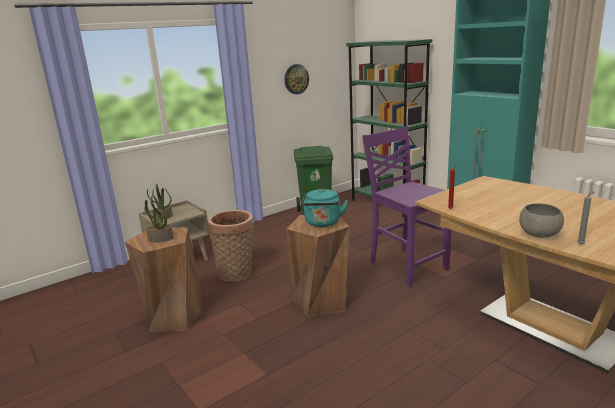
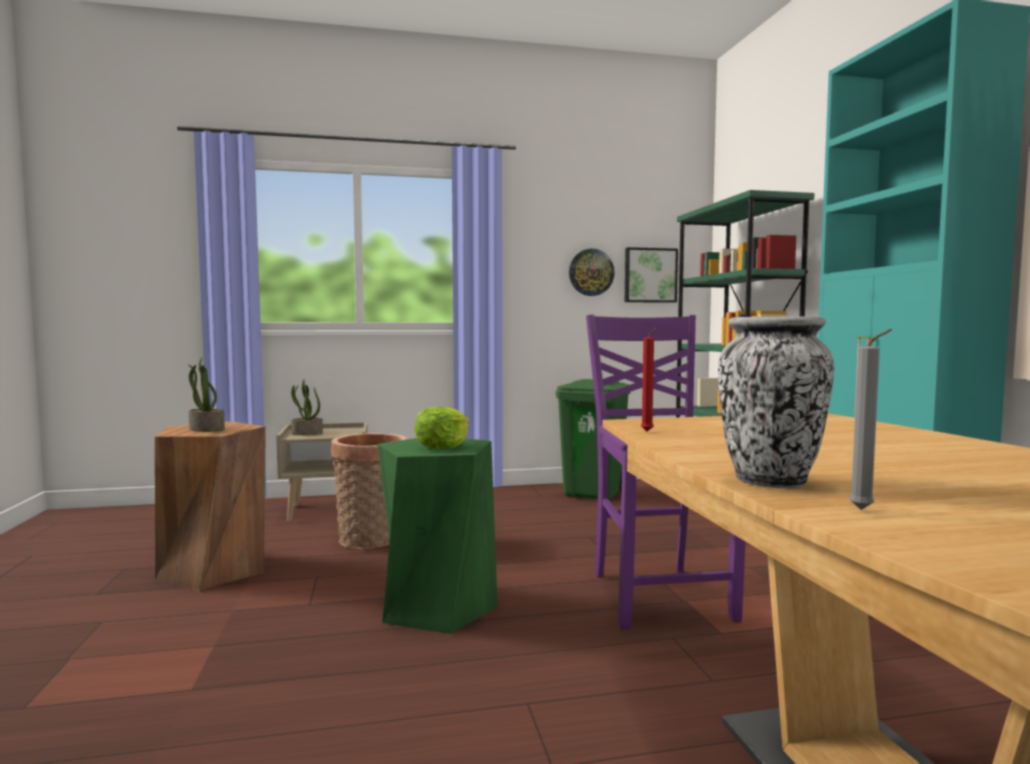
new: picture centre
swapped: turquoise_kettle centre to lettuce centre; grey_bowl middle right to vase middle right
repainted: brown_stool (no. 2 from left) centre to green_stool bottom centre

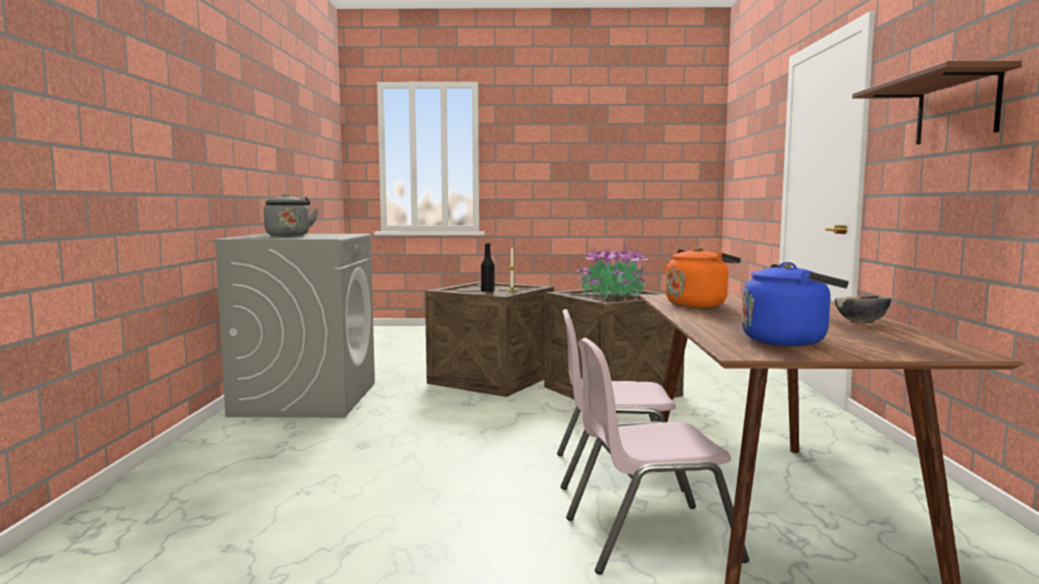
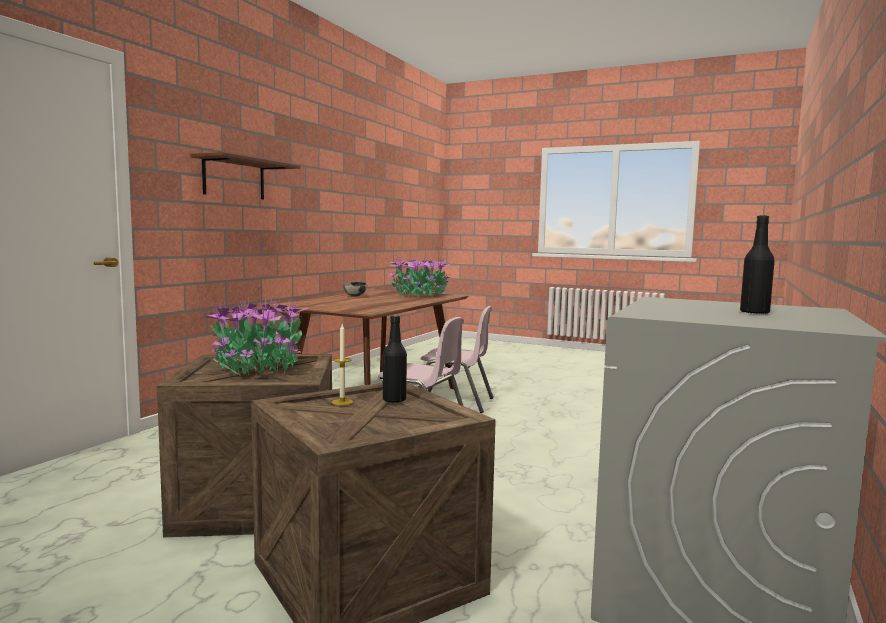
gone: orange_kettle middle right
swapped: blue_kettle middle right to potted_plant (no. 2 from left) centre; grey_kettle middle left to black_bottle (no. 2 from left) middle right

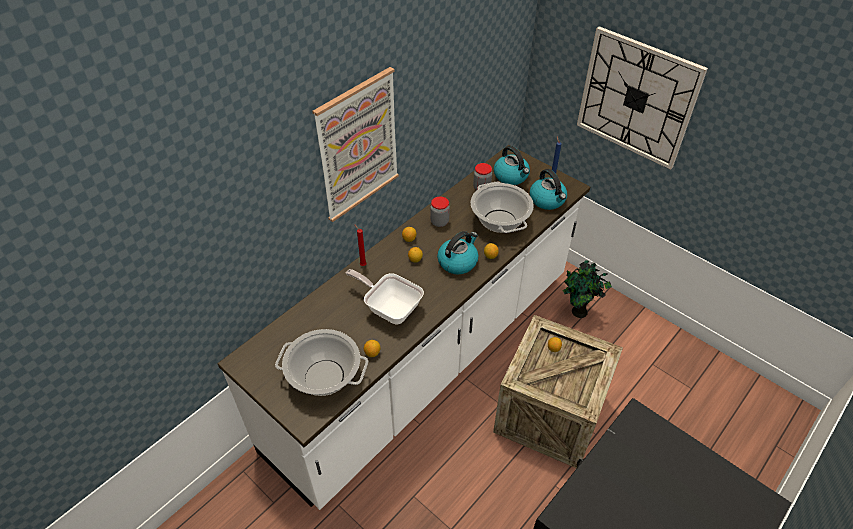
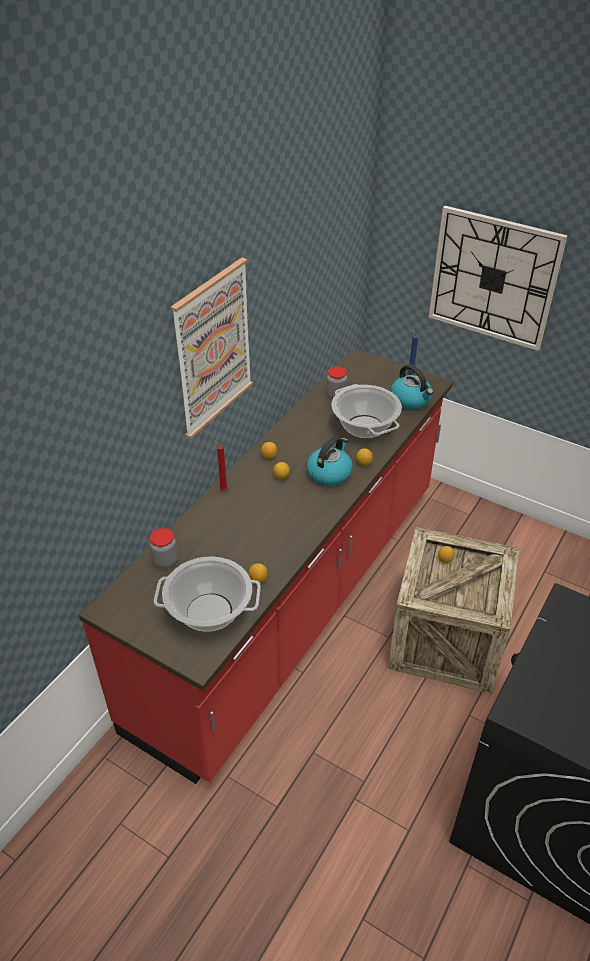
gone: frying_pan centre; kettle (no. 2 from left) top centre; potted_plant middle right
shifted: jar (no. 1 from left) centre to middle left
repainted: white_counter centre to red_counter centre

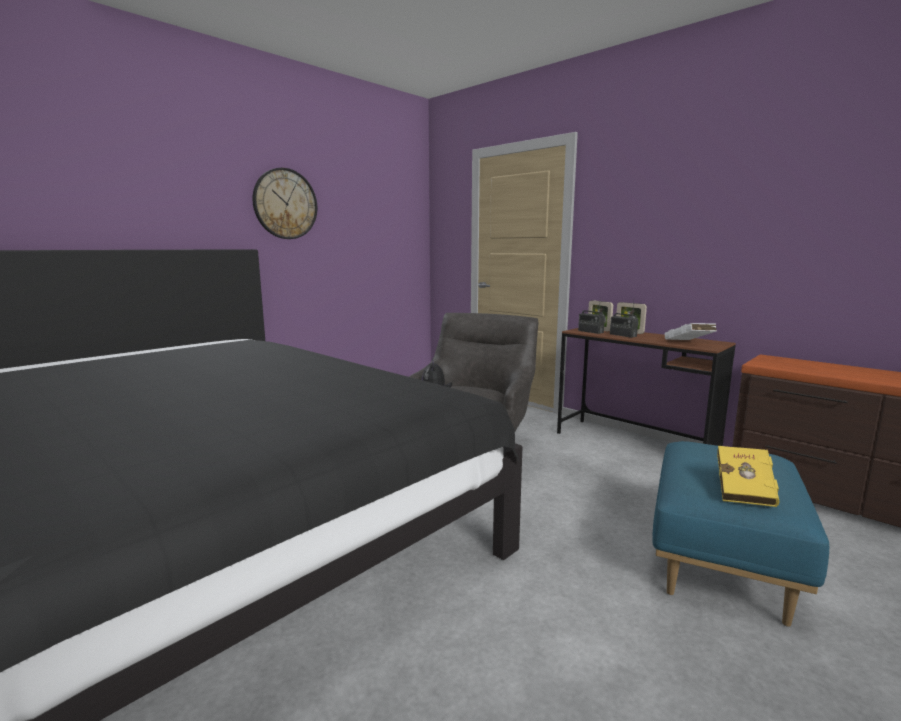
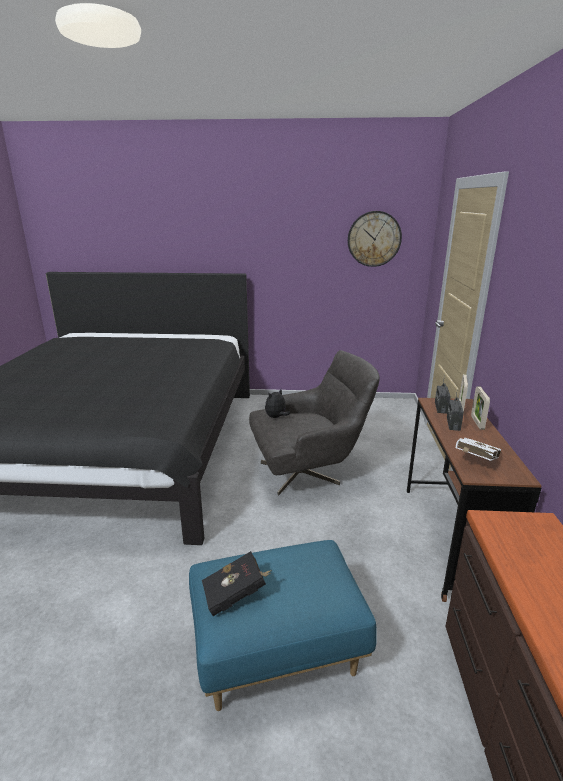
shifted: wall_clock top left to top centre
repainted: yellow_book middle right to black_book bottom centre

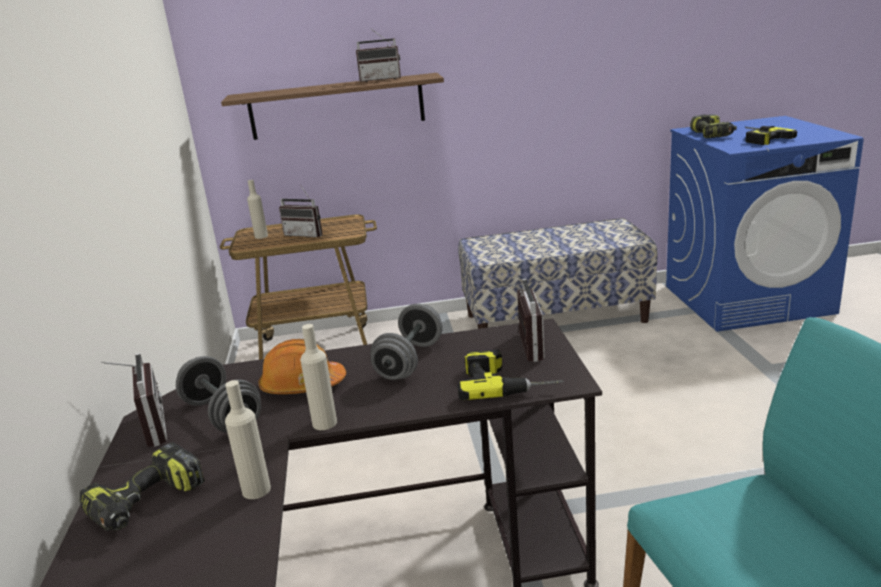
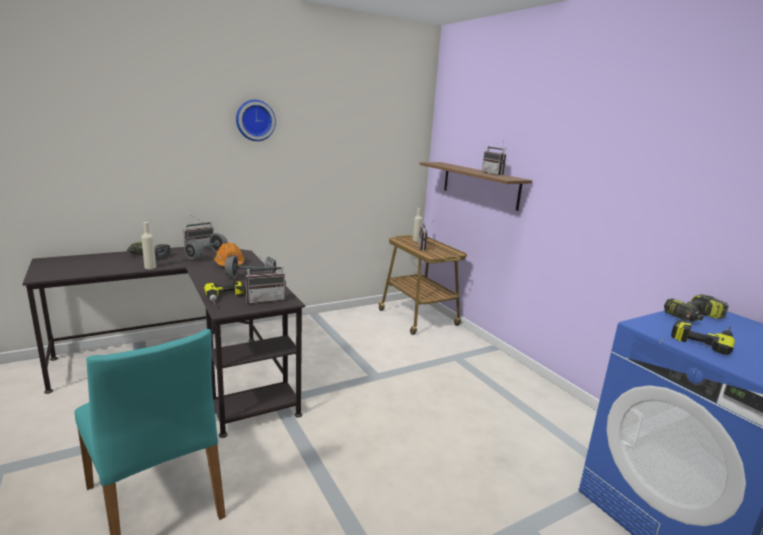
gone: beige_bottle (no. 3 from left) centre; bench centre
new: wall_clock top centre

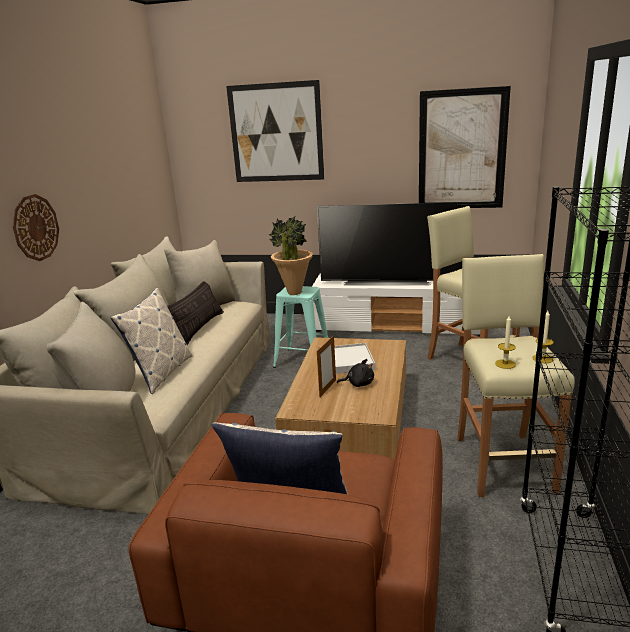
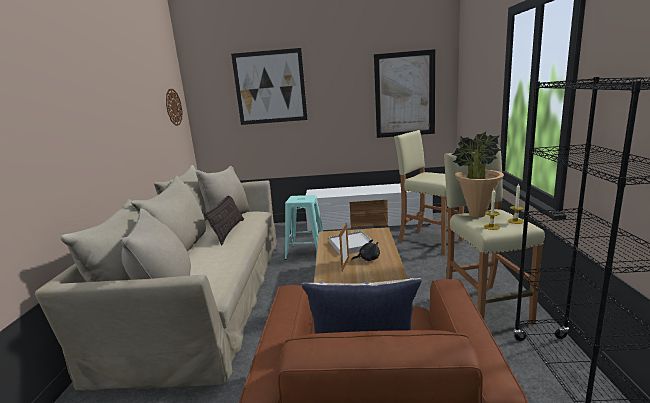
gone: pillow (no. 1 from left) middle left; television centre
shifted: wall_clock middle left to top left; potted_plant centre to middle right

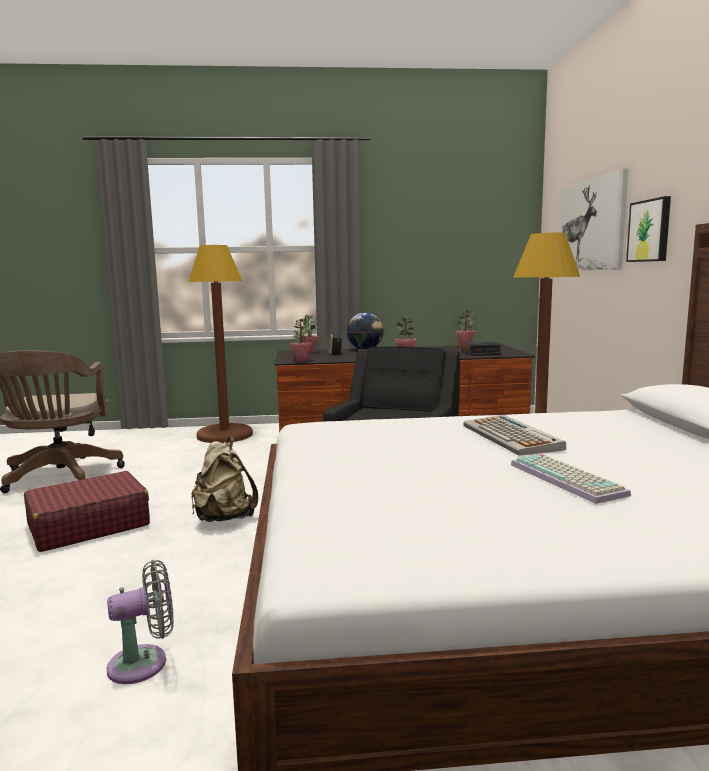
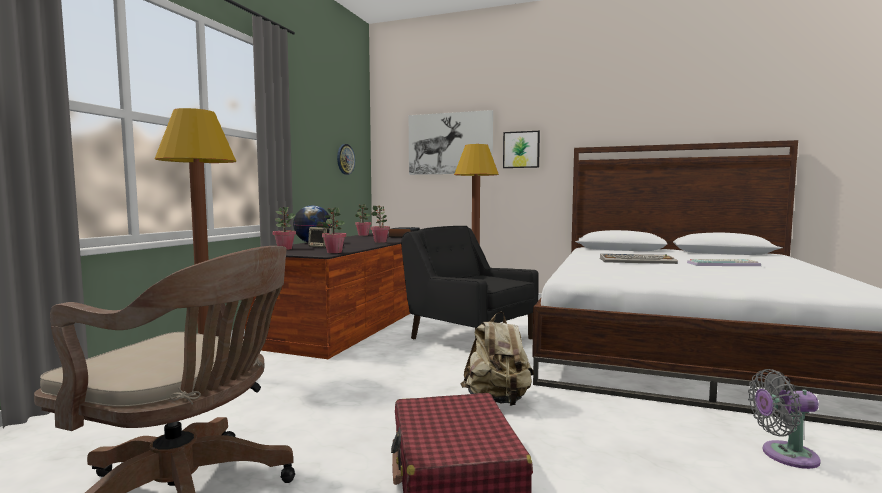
new: wall_clock top centre
rotated: grey_fan bottom left = bottom right 90 degrees counterclockwise

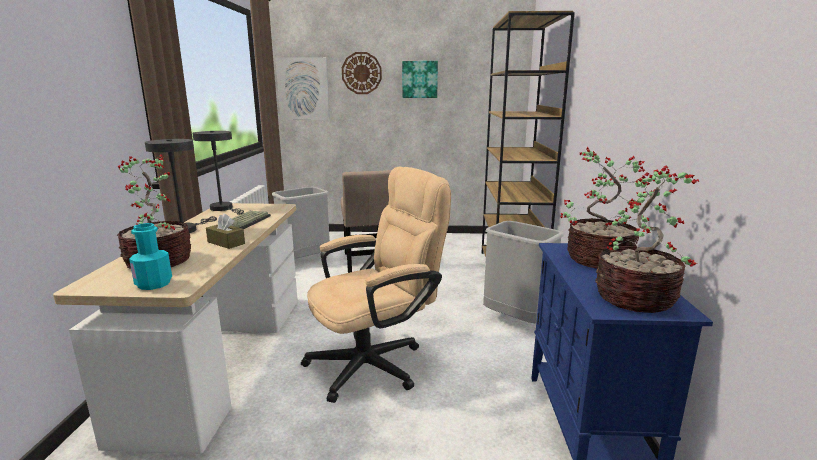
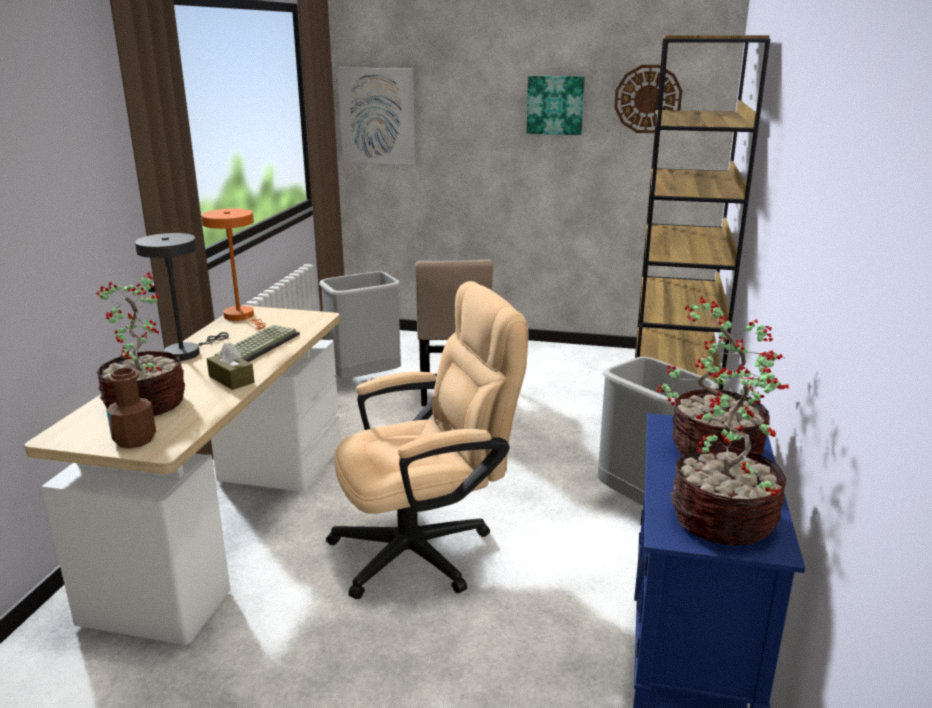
shifted: wall_clock top centre to top right
repainted: turquoise_bottle middle left to brown_bottle middle left; grey_table_lamp (no. 2 from left) middle left to orange_table_lamp middle left

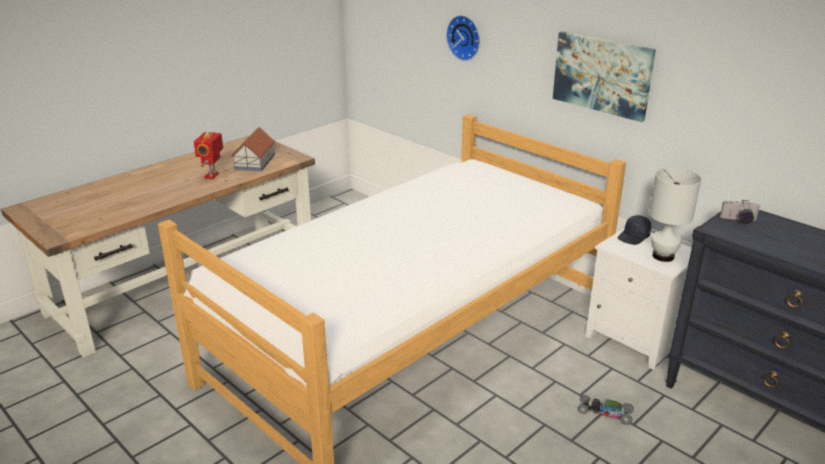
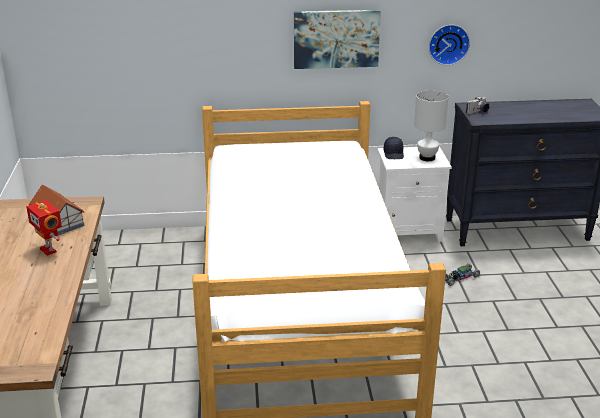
shifted: wall_clock top centre to top right

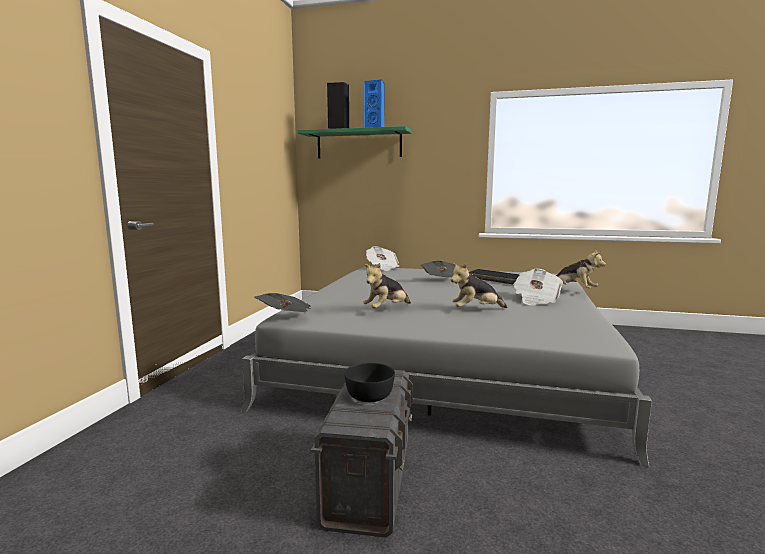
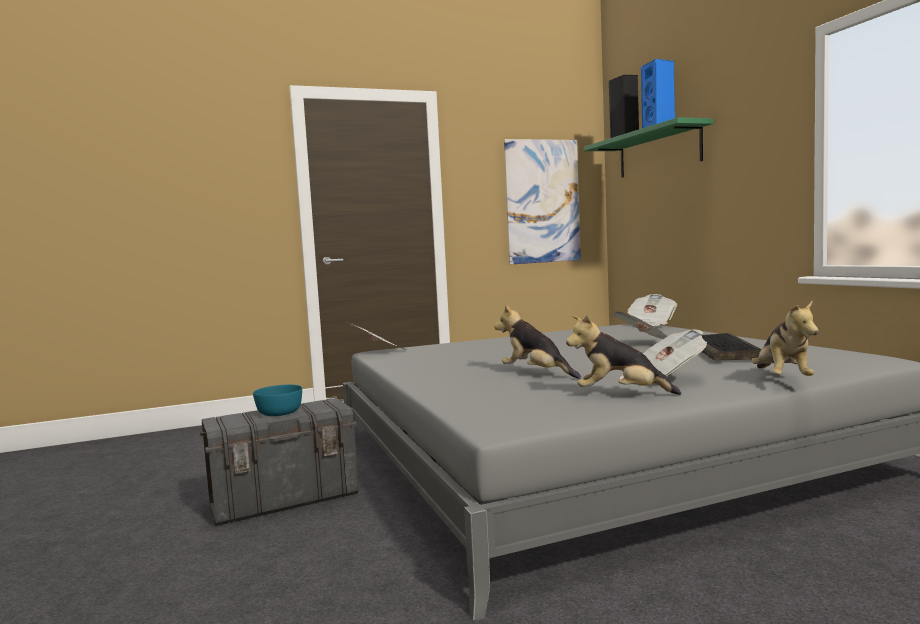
new: picture top centre
shifted: plush_toy (no. 1 from left in the first image) centre to plush_toy (no. 2 from left) middle right
repainted: black_bowl bottom centre to turquoise_bowl middle left

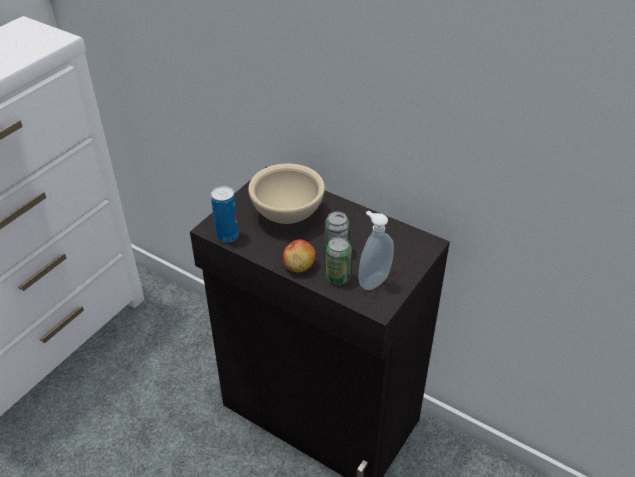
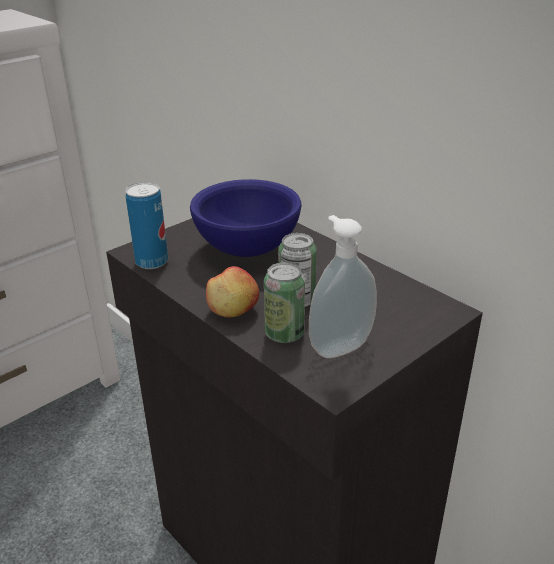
repainted: beige_bowl centre to blue_bowl centre

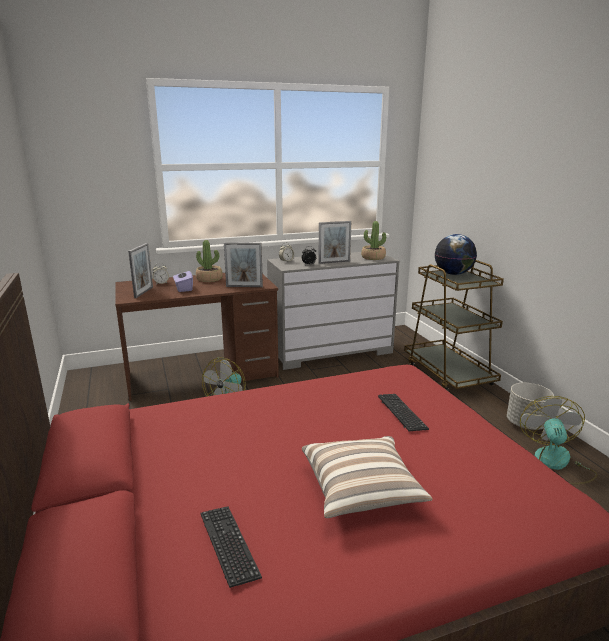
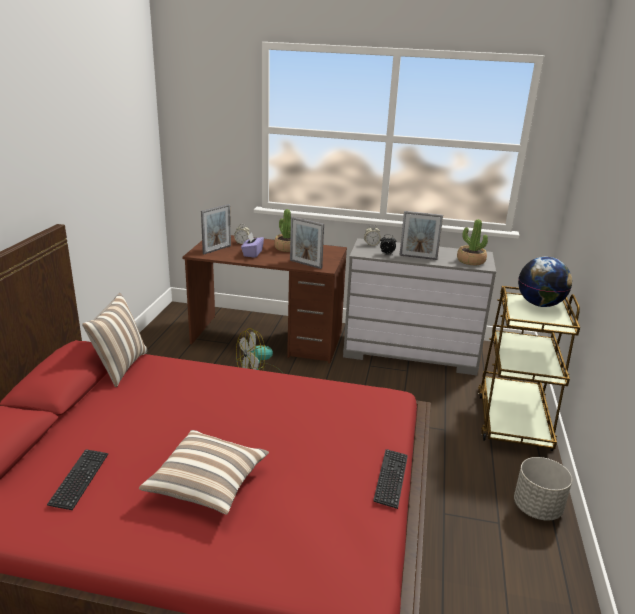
gone: fan (no. 2 from left) bottom right
new: pillow (no. 1 from left) middle left
shifted: keyboard (no. 2 from left) centre to bottom centre

